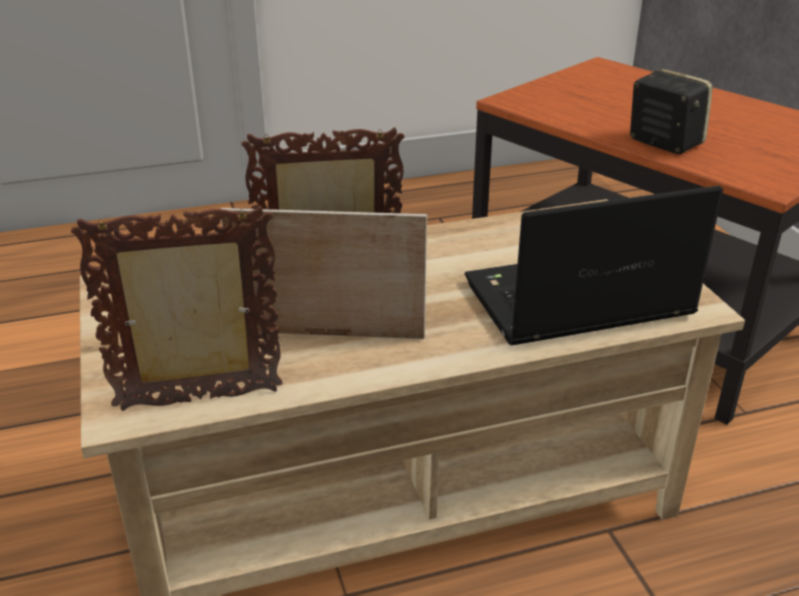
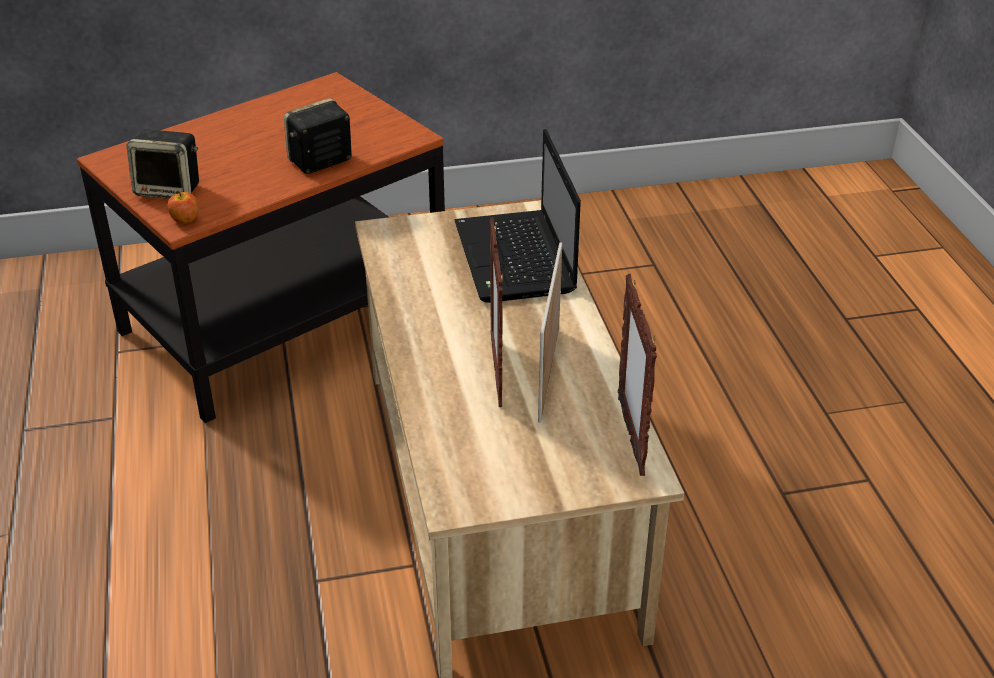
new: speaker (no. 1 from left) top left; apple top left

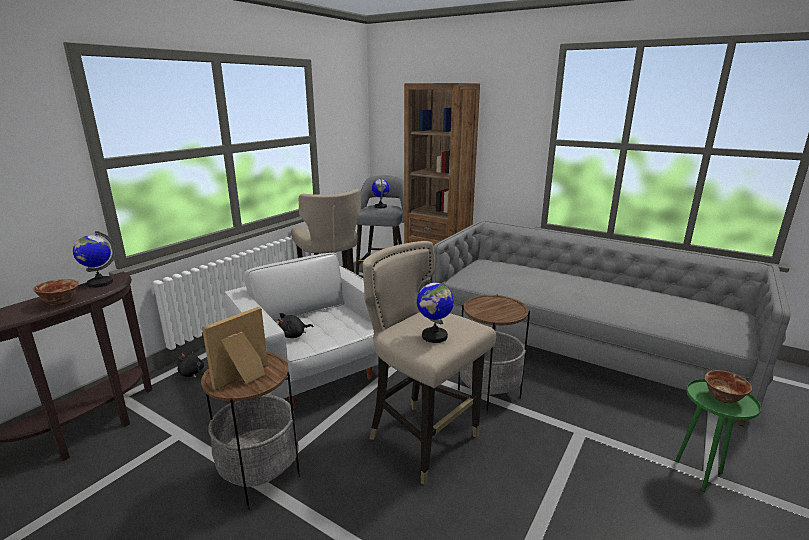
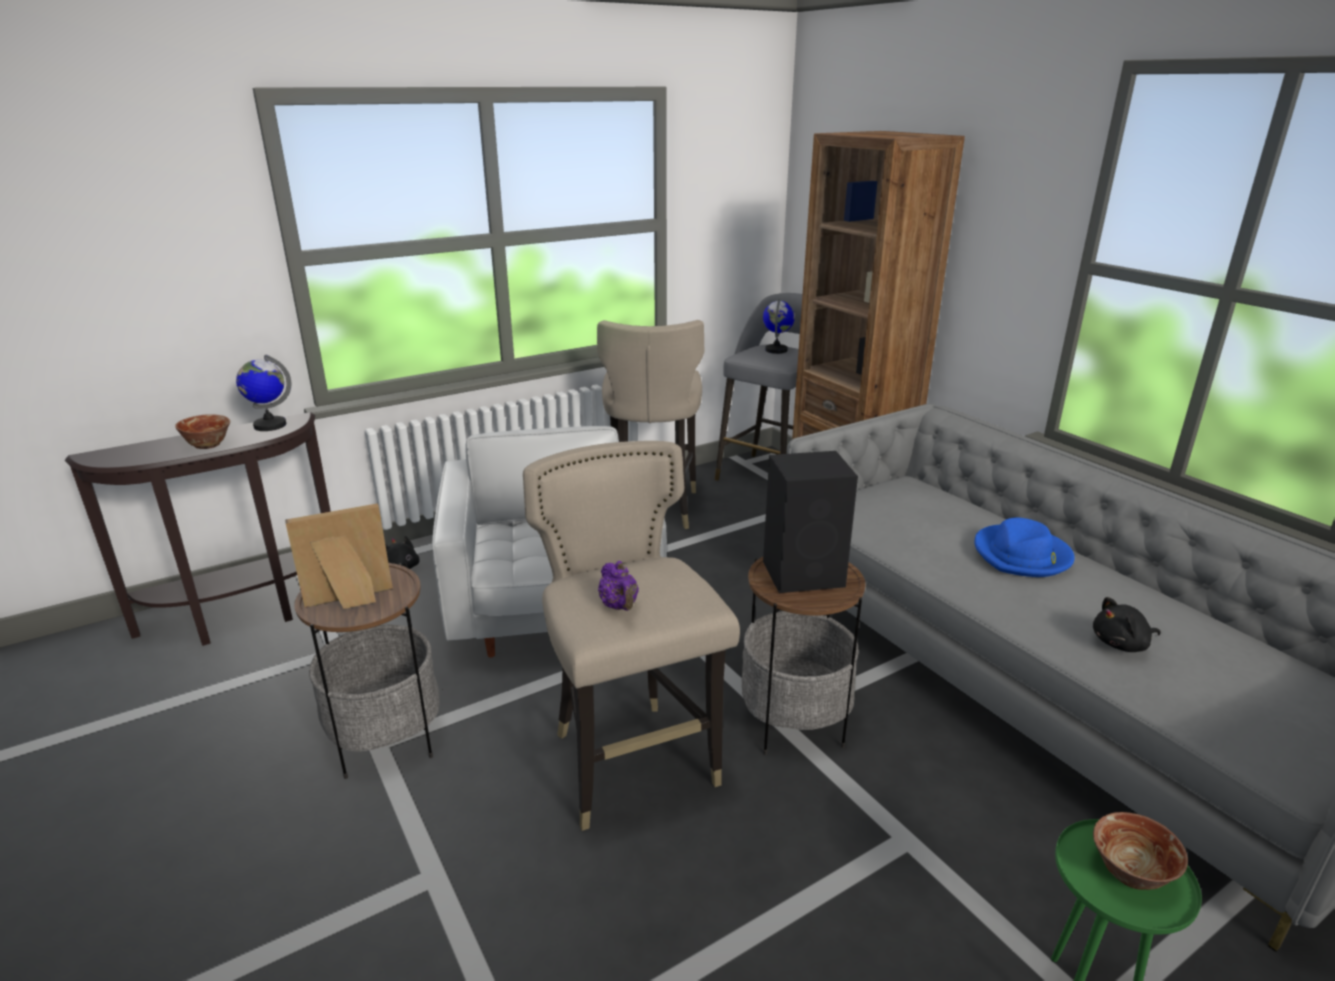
new: black_speaker centre; blue_hat middle right
shifted: black_plush_toy (no. 2 from left) centre to middle right
swapped: globe (no. 3 from left) centre to purple_teapot centre

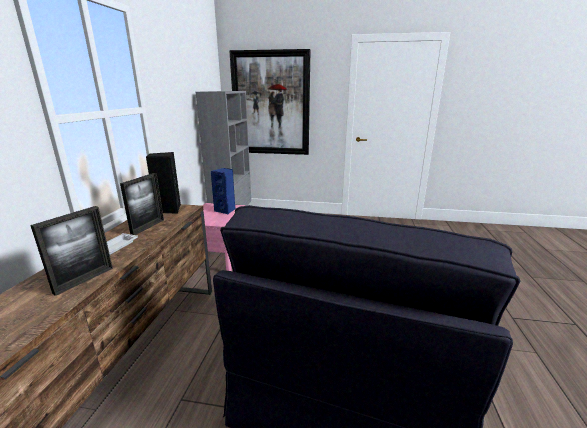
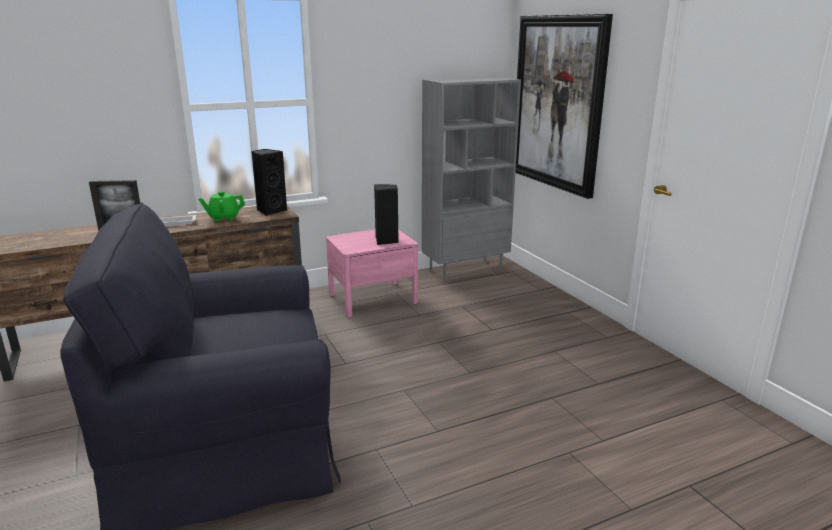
swapped: picture_frame (no. 2 from left) middle left to green_teapot middle left
repainted: blue_speaker centre to black_speaker (no. 2 from left) centre

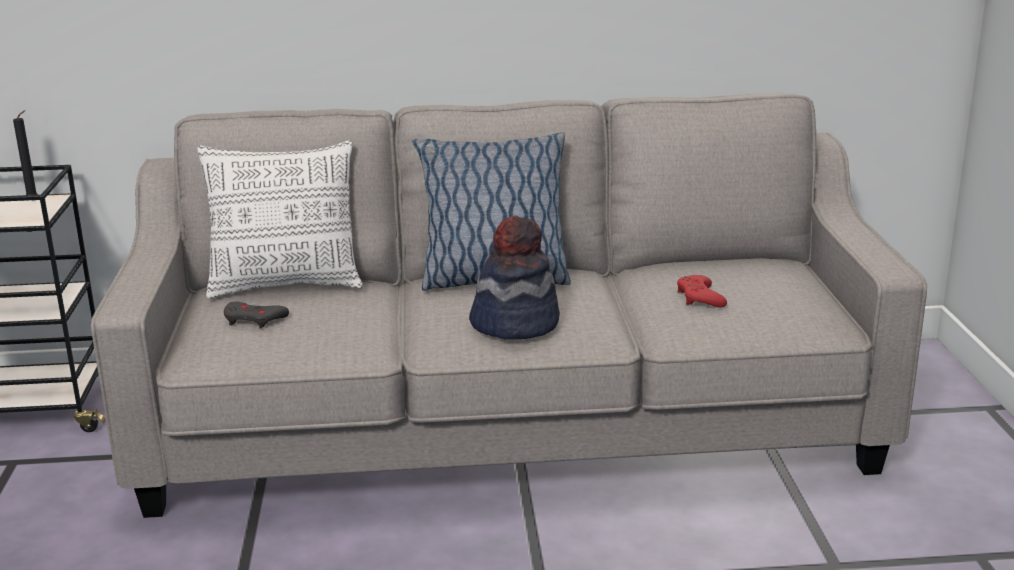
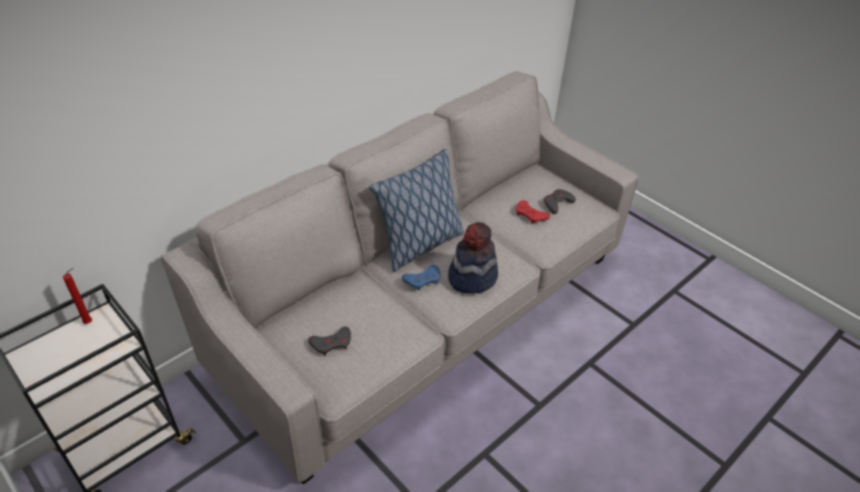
gone: pillow (no. 1 from left) middle left
new: blue_game_controller centre; grey_game_controller (no. 2 from left) centre
repainted: black_candle top left to red_candle middle left

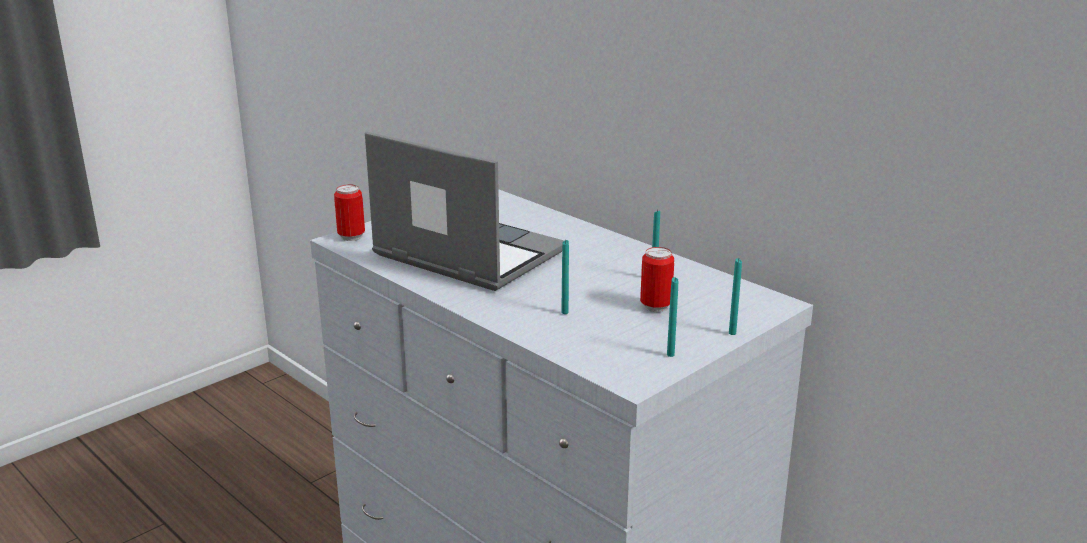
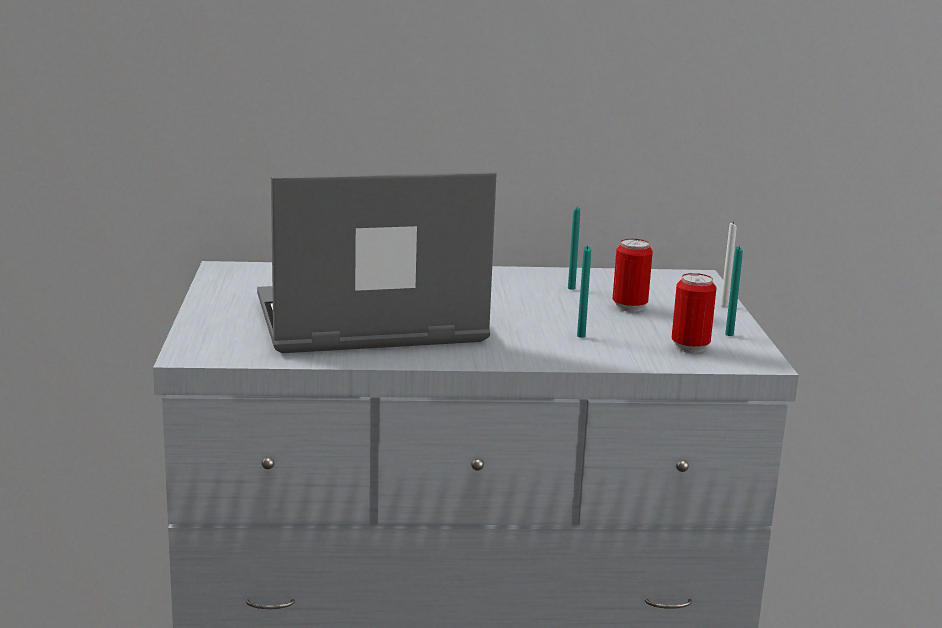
shifted: can (no. 1 from left in the first image) middle left to can (no. 2 from left) middle right
repainted: turquoise_candle (no. 4 from left) middle right to white_candle middle right

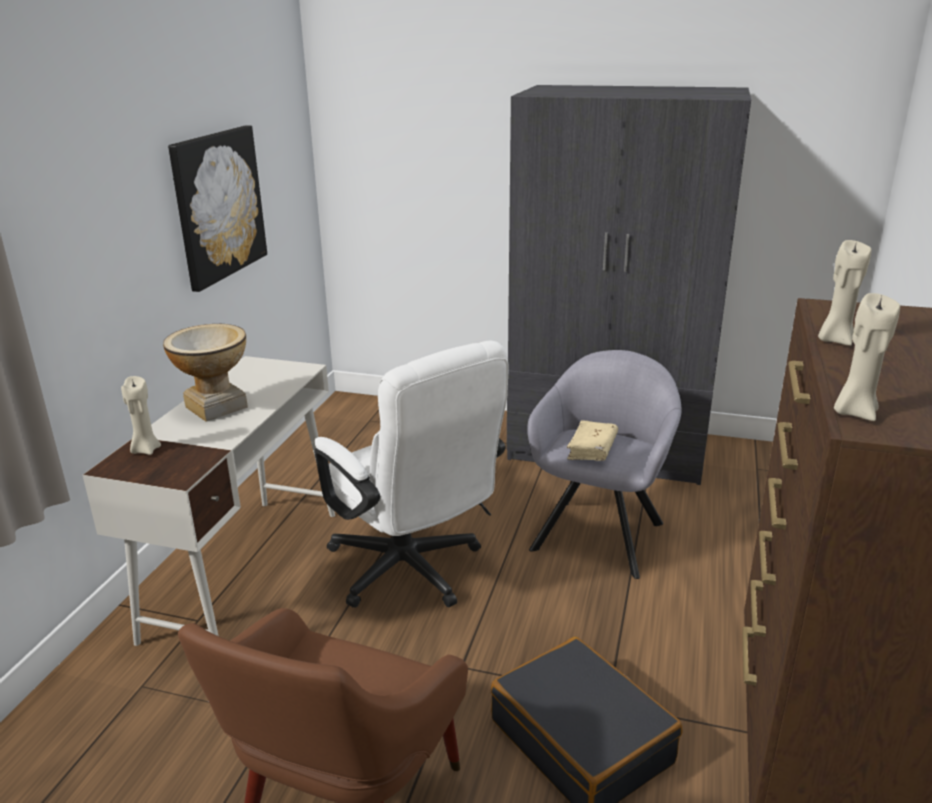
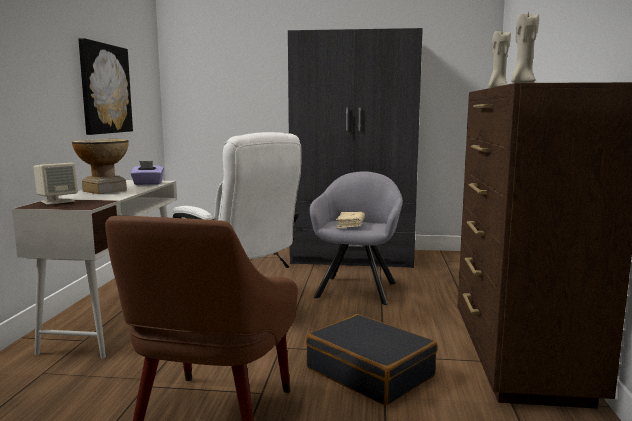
new: purple_tissue_box middle left
swapped: beige_candle (no. 1 from left) middle left to beige_speaker middle left

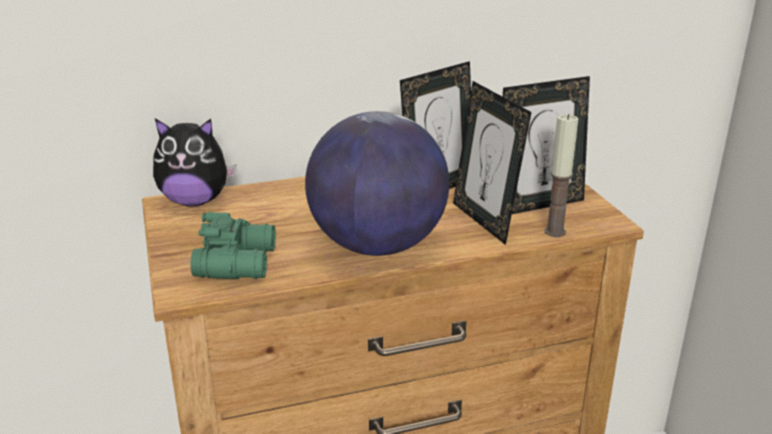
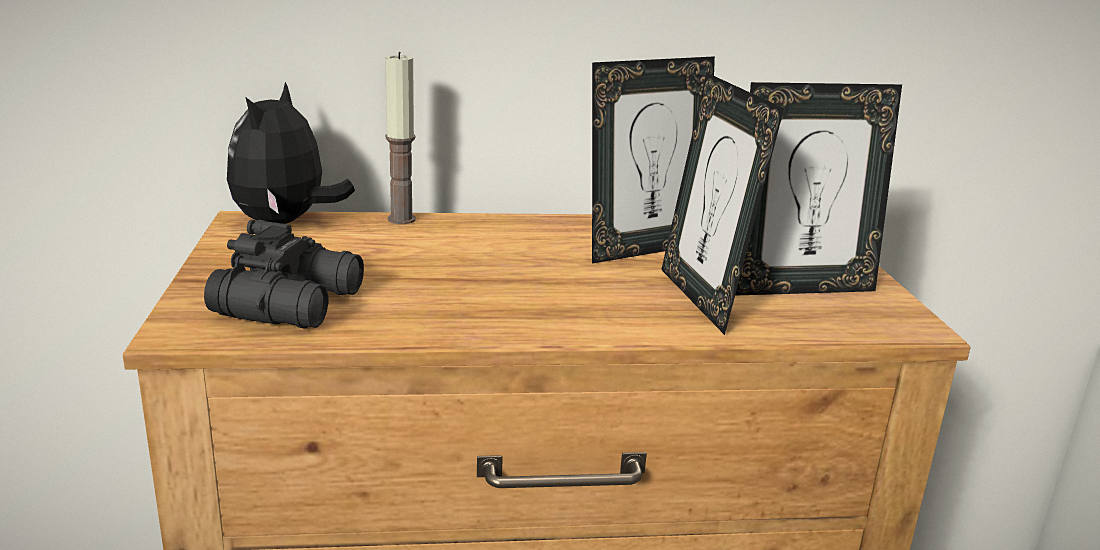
gone: globe centre
shifted: candle middle right to top centre
repainted: green_binoculars middle left to black_binoculars middle left
rotated: plush_toy middle left = top left 90 degrees clockwise

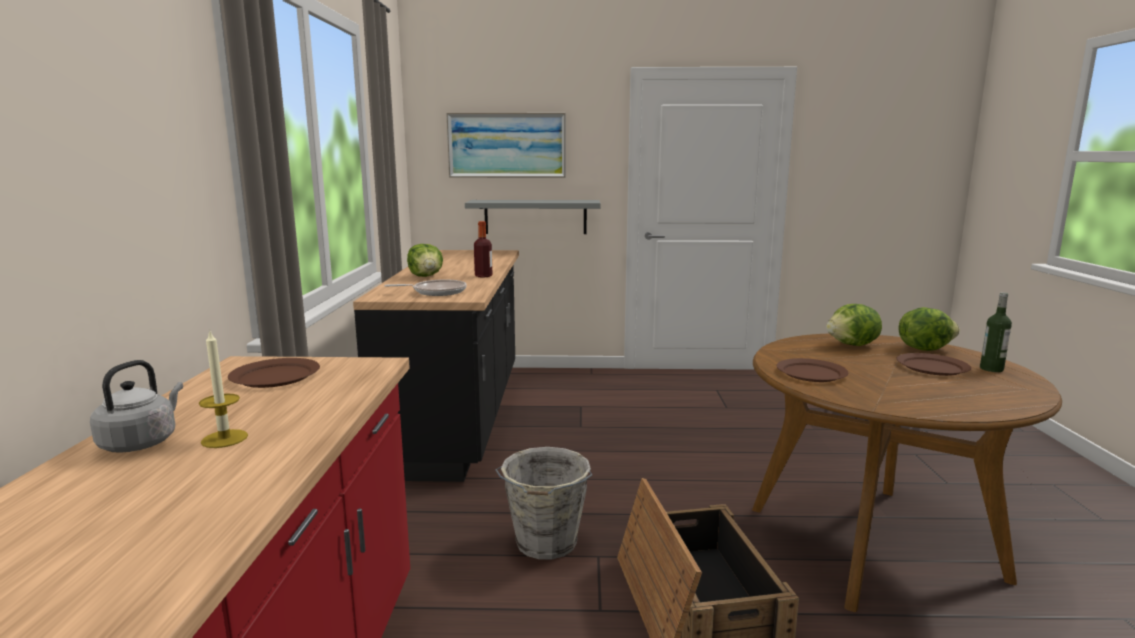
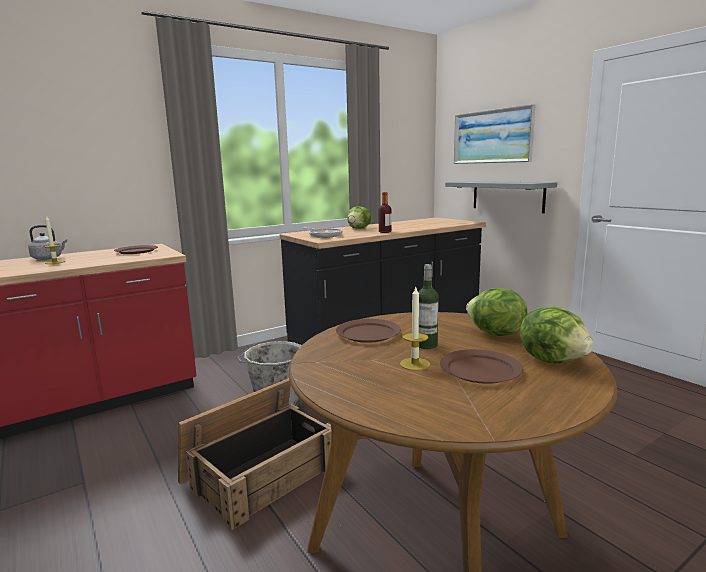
new: candle (no. 2 from left) centre
shifted: bottle (no. 2 from left) middle right to centre

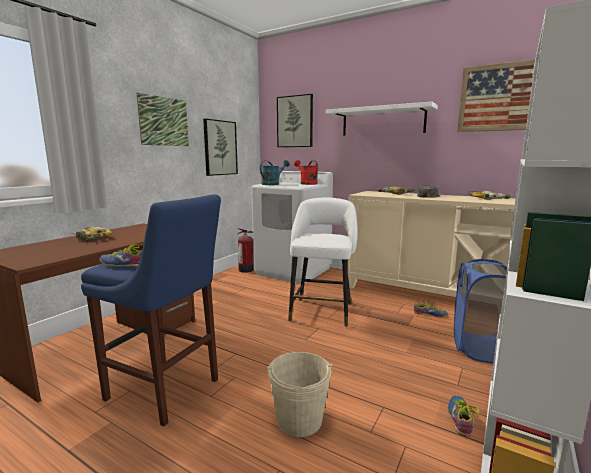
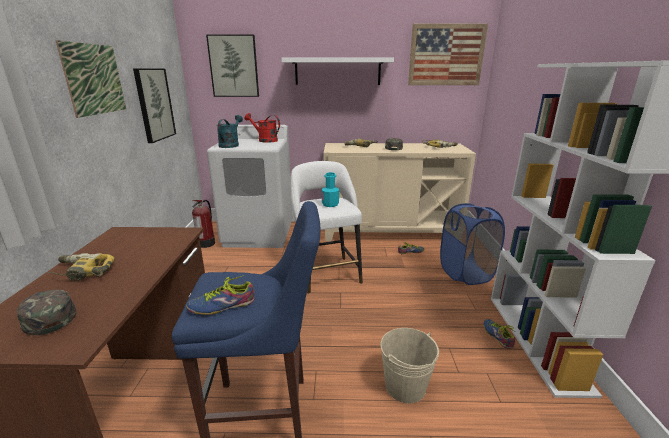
new: green_cap (no. 1 from left) bottom left; turquoise_bottle centre

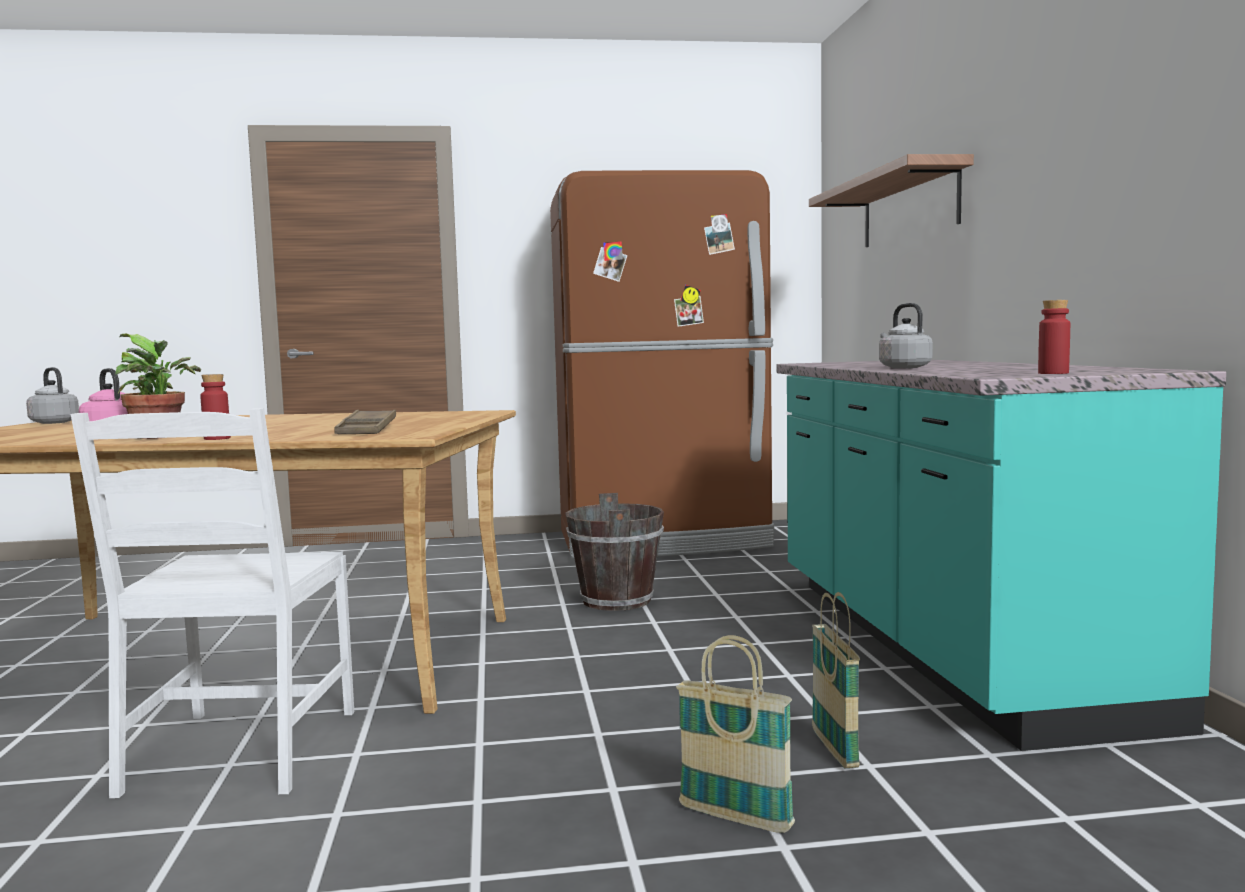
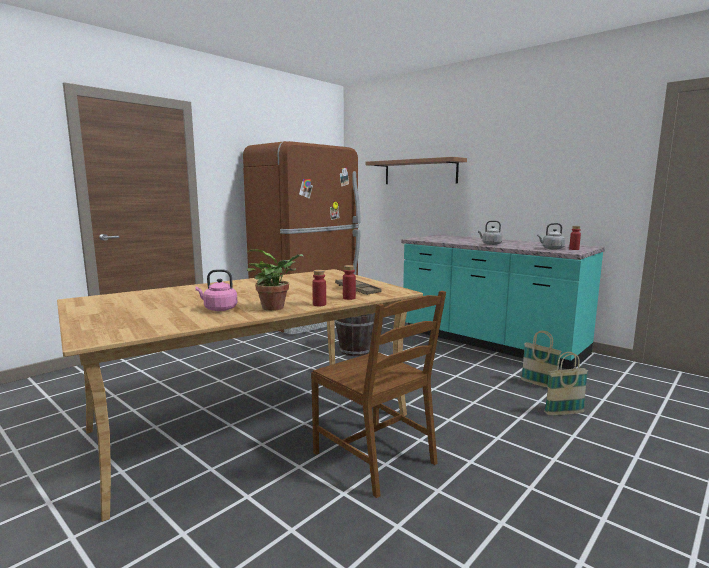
new: red_bottle (no. 2 from left) centre
shifted: grey_kettle (no. 1 from left in the first image) middle left to grey_kettle (no. 2 from left) middle right
repainted: white_chair bottom left to brown_chair bottom centre

